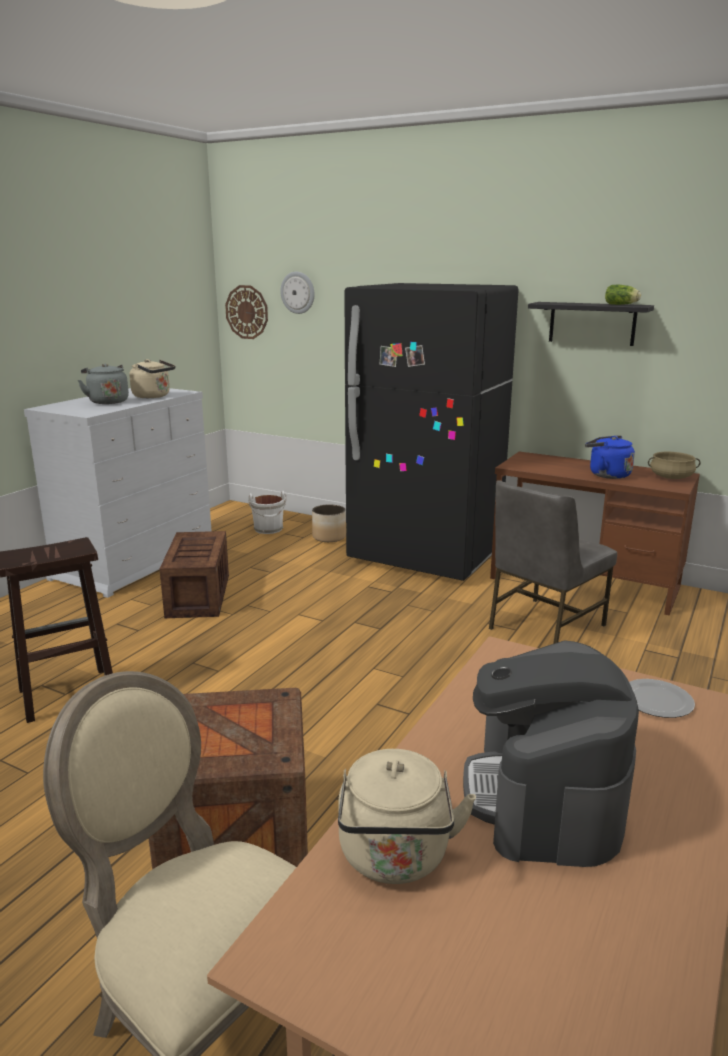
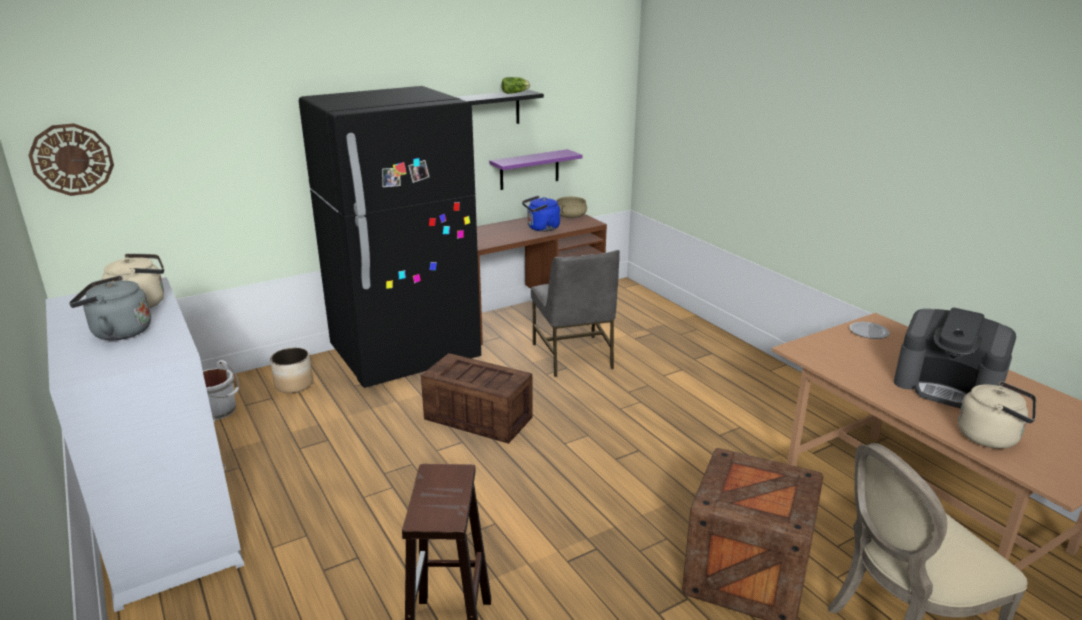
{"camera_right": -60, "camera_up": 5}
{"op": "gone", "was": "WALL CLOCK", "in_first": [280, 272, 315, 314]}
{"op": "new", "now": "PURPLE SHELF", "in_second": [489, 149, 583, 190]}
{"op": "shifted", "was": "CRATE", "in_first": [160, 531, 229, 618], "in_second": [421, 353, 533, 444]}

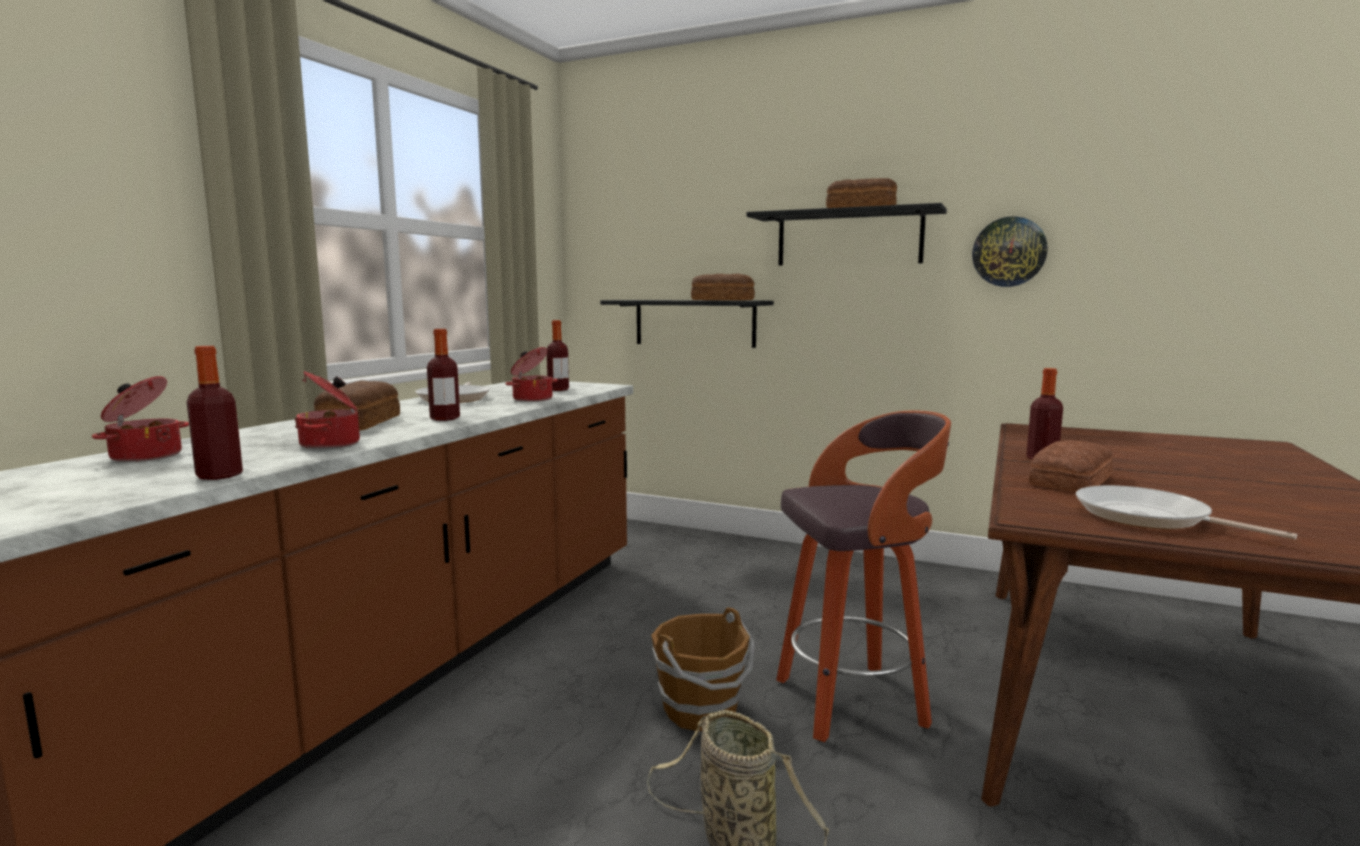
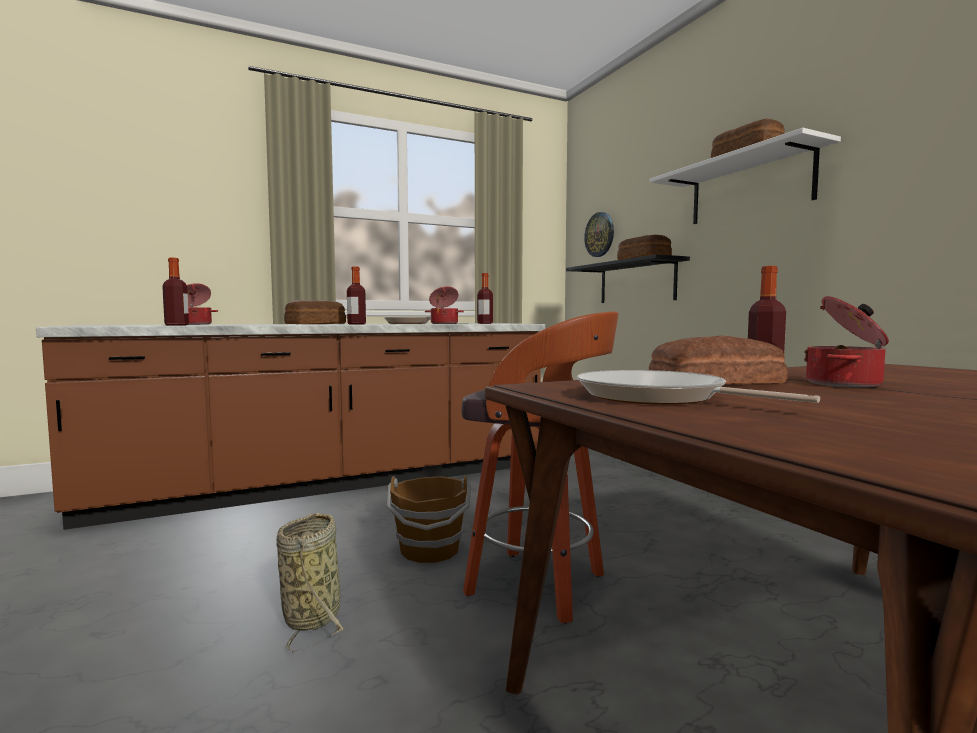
{"camera_right": 40, "camera_up": -5}
{"op": "shifted", "was": "COOKING POT", "in_first": [294, 371, 360, 449], "in_second": [804, 296, 889, 388]}
{"op": "shifted", "was": "WALL CLOCK", "in_first": [972, 216, 1048, 287], "in_second": [584, 212, 614, 257]}
{"op": "repainted", "was": "BLACK SHELF", "now": "WHITE SHELF", "in_first": [746, 203, 947, 266], "in_second": [650, 128, 841, 224]}
{"op": "rotated", "was": "FRYING PAN", "in_first": [1076, 485, 1297, 539], "in_second": [577, 370, 820, 405], "clockwise": -45}

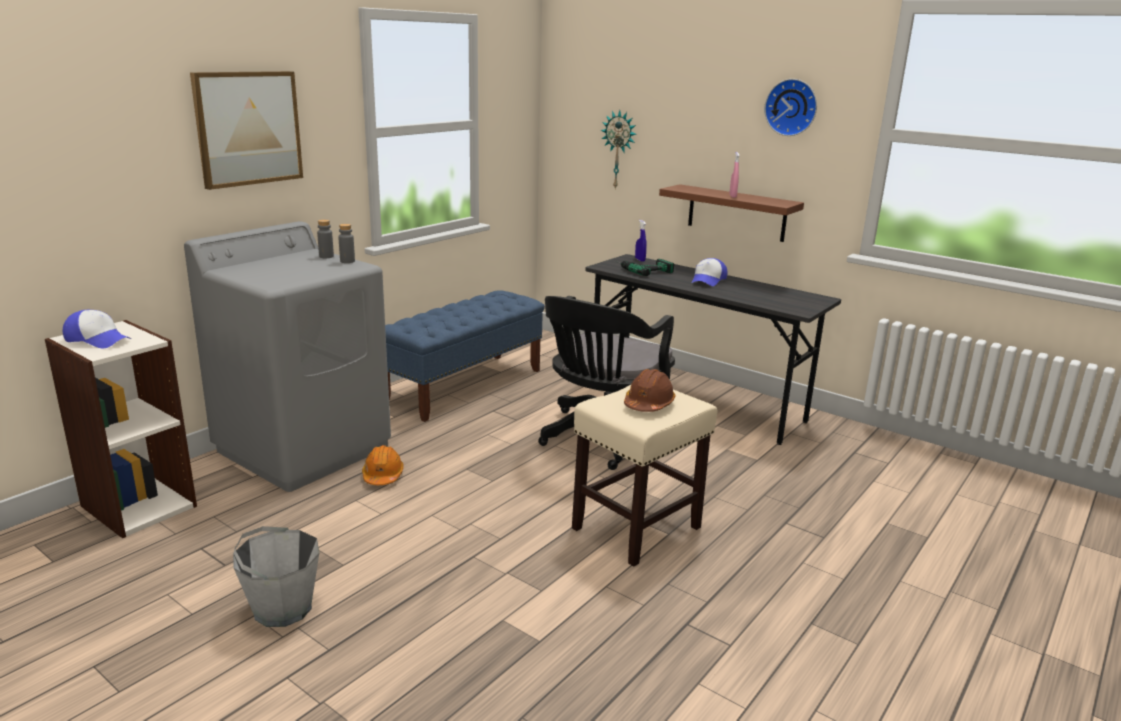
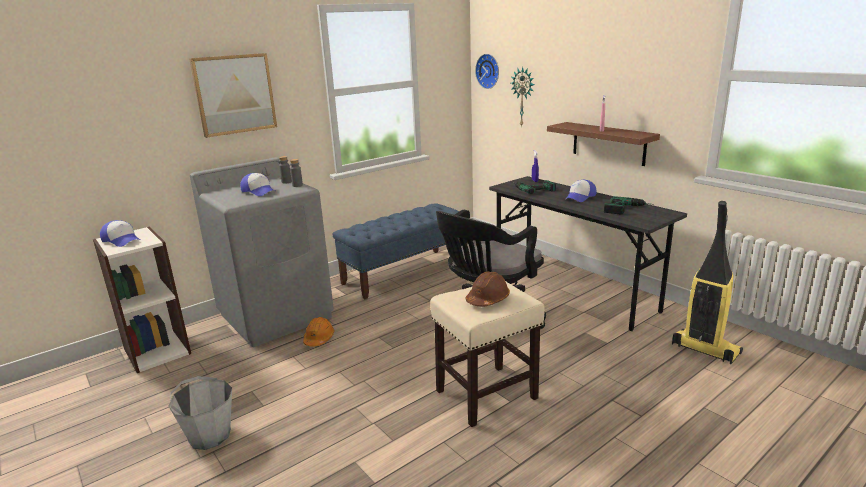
{"camera_right": 15, "camera_up": 0}
{"op": "new", "now": "CAP", "in_second": [240, 173, 277, 196]}
{"op": "new", "now": "POWER DRILL", "in_second": [604, 196, 655, 215]}
{"op": "new", "now": "VACUUM CLEANER", "in_second": [672, 201, 743, 364]}
{"op": "shifted", "was": "WALL CLOCK", "in_first": [764, 79, 817, 136], "in_second": [475, 54, 499, 89]}

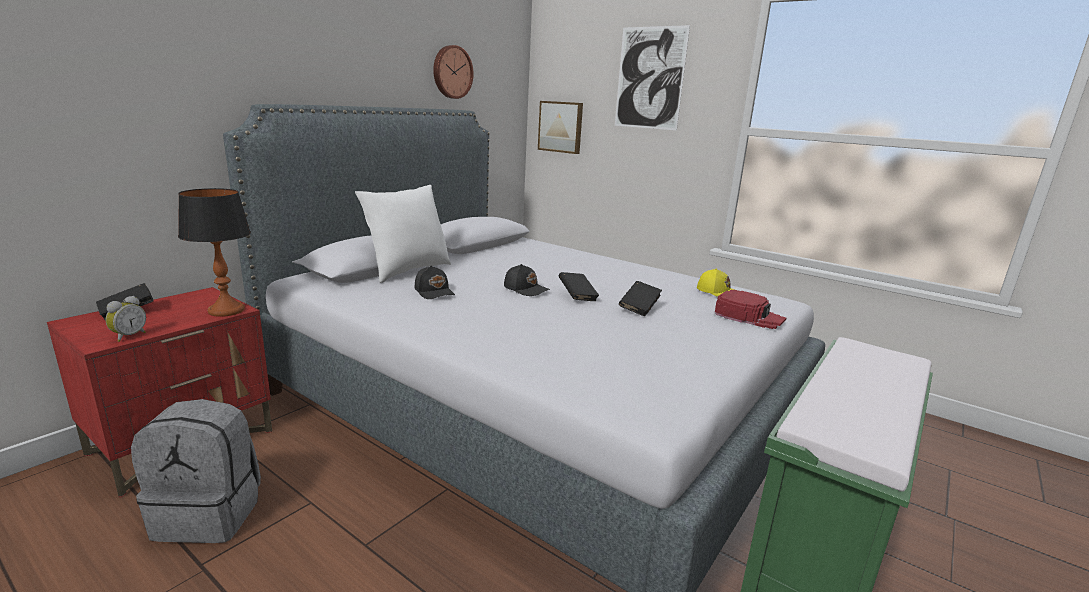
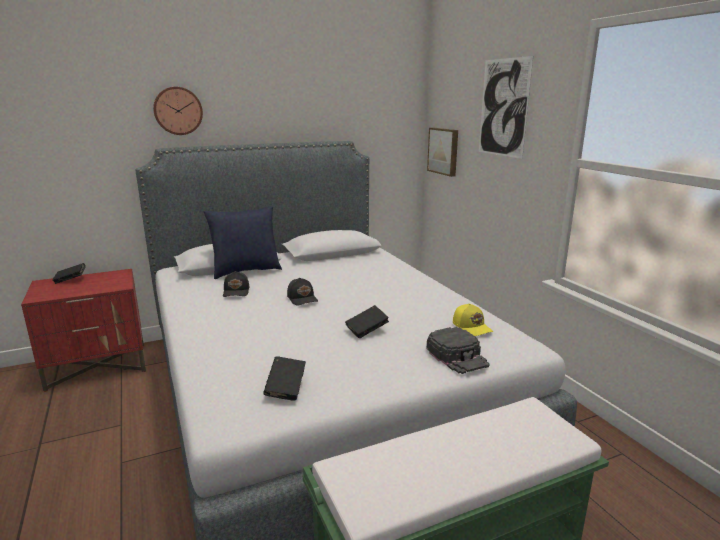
{"camera_right": 30, "camera_up": 0}
{"op": "gone", "was": "ALARM CLOCK", "in_first": [106, 296, 146, 342]}
{"op": "gone", "was": "GREY BACKPACK", "in_first": [131, 399, 261, 543]}
{"op": "gone", "was": "TABLE LAMP", "in_first": [178, 188, 251, 317]}
{"op": "shifted", "was": "WALL CLOCK", "in_first": [433, 45, 474, 99], "in_second": [153, 87, 203, 135]}
{"op": "shifted", "was": "BLACK BOOK", "in_first": [559, 272, 599, 301], "in_second": [263, 356, 306, 401]}
{"op": "repainted", "was": "WHITE PILLOW", "now": "BLUE PILLOW", "in_first": [355, 185, 451, 283], "in_second": [203, 206, 282, 279]}
{"op": "repainted", "was": "RED CAP", "now": "BLACK CAP", "in_first": [715, 290, 786, 329], "in_second": [427, 327, 490, 374]}

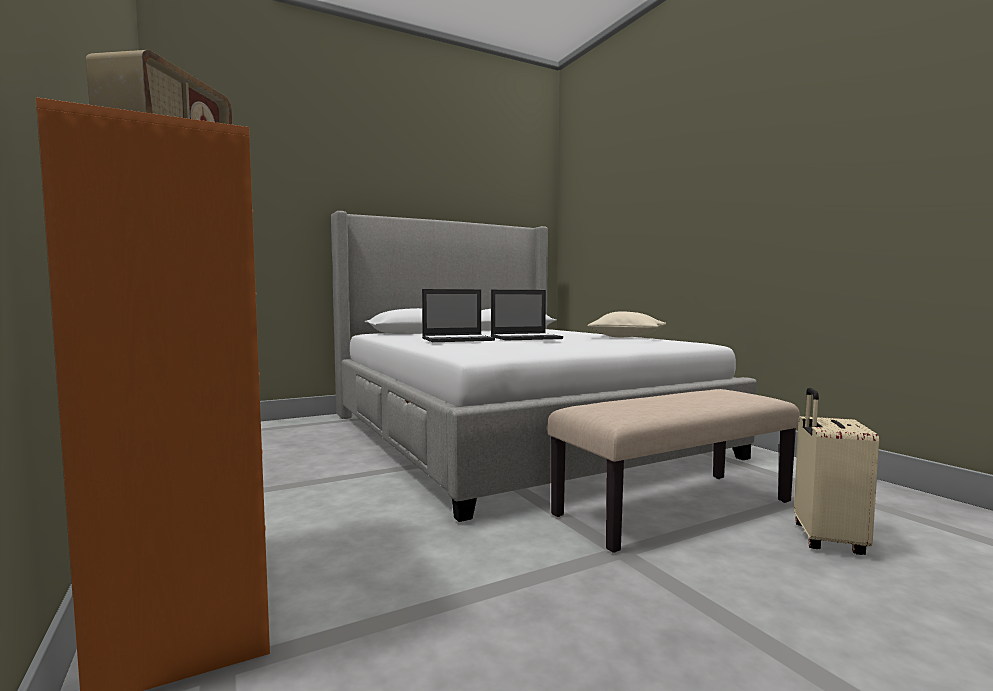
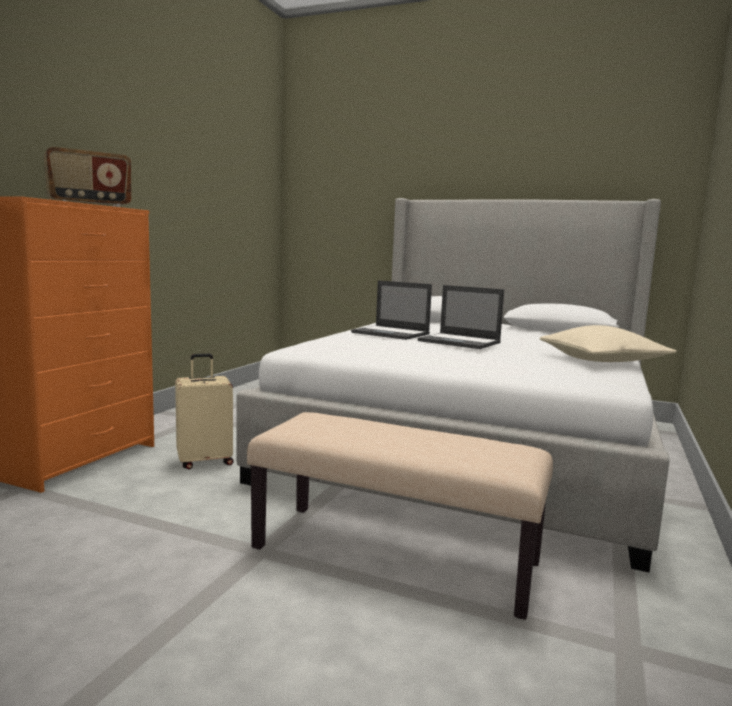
{"camera_right": 50, "camera_up": 5}
{"op": "shifted", "was": "BEIGE SUITCASE", "in_first": [794, 388, 879, 555], "in_second": [175, 354, 234, 469]}

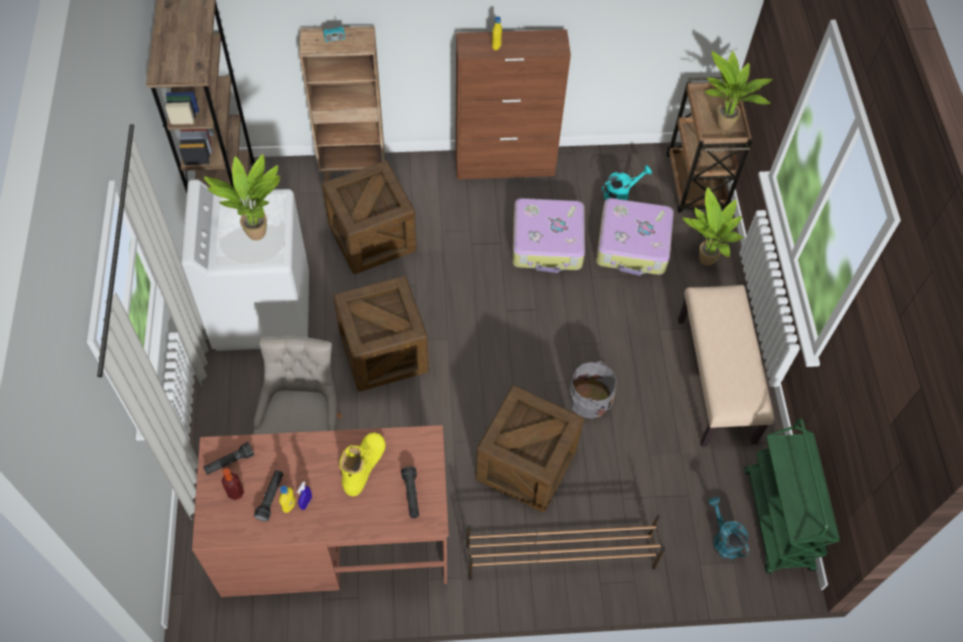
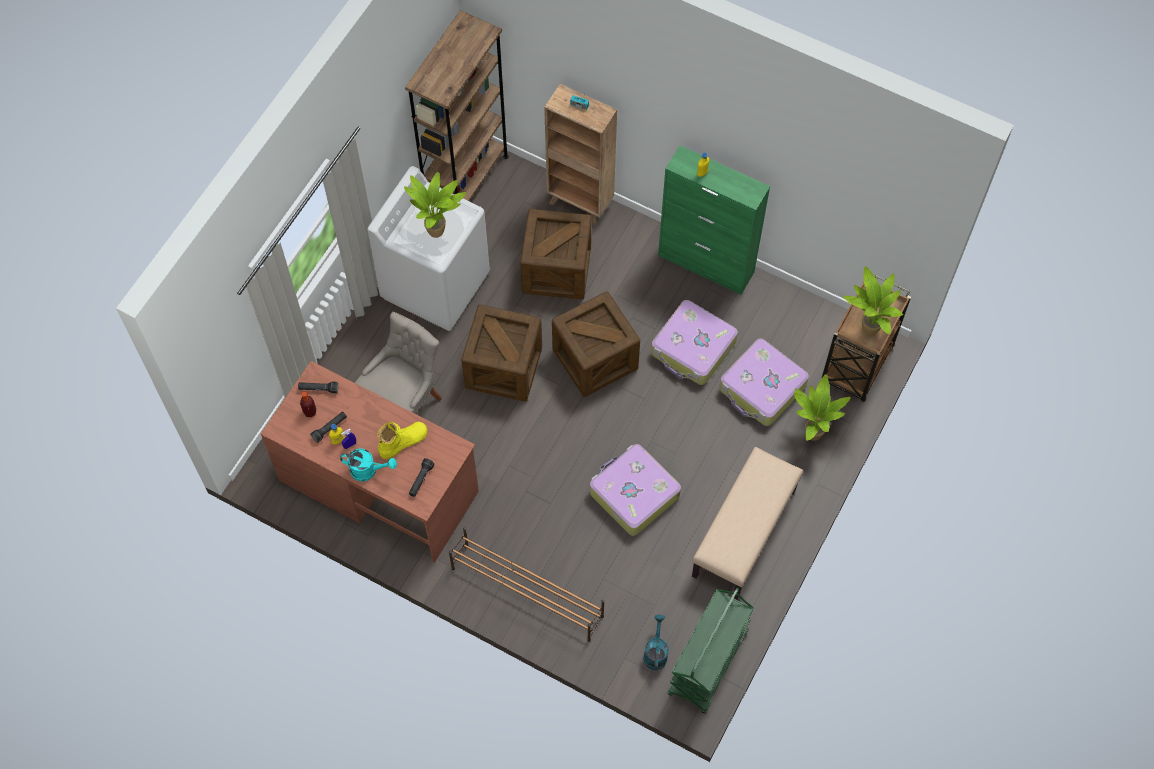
{"camera_right": 35, "camera_up": 5}
{"op": "shifted", "was": "CRATE", "in_first": [476, 385, 584, 513], "in_second": [552, 291, 640, 397]}
{"op": "shifted", "was": "TURQUOISE WATERING CAN", "in_first": [602, 165, 652, 200], "in_second": [340, 448, 397, 482]}
{"op": "swapped", "was": "GREY BUCKET", "now": "SUITCASE", "in_first": [570, 361, 617, 419], "in_second": [590, 444, 681, 536]}
{"op": "repainted", "was": "BROWN CABINET", "now": "GREEN CABINET", "in_first": [455, 29, 571, 180], "in_second": [658, 145, 770, 294]}

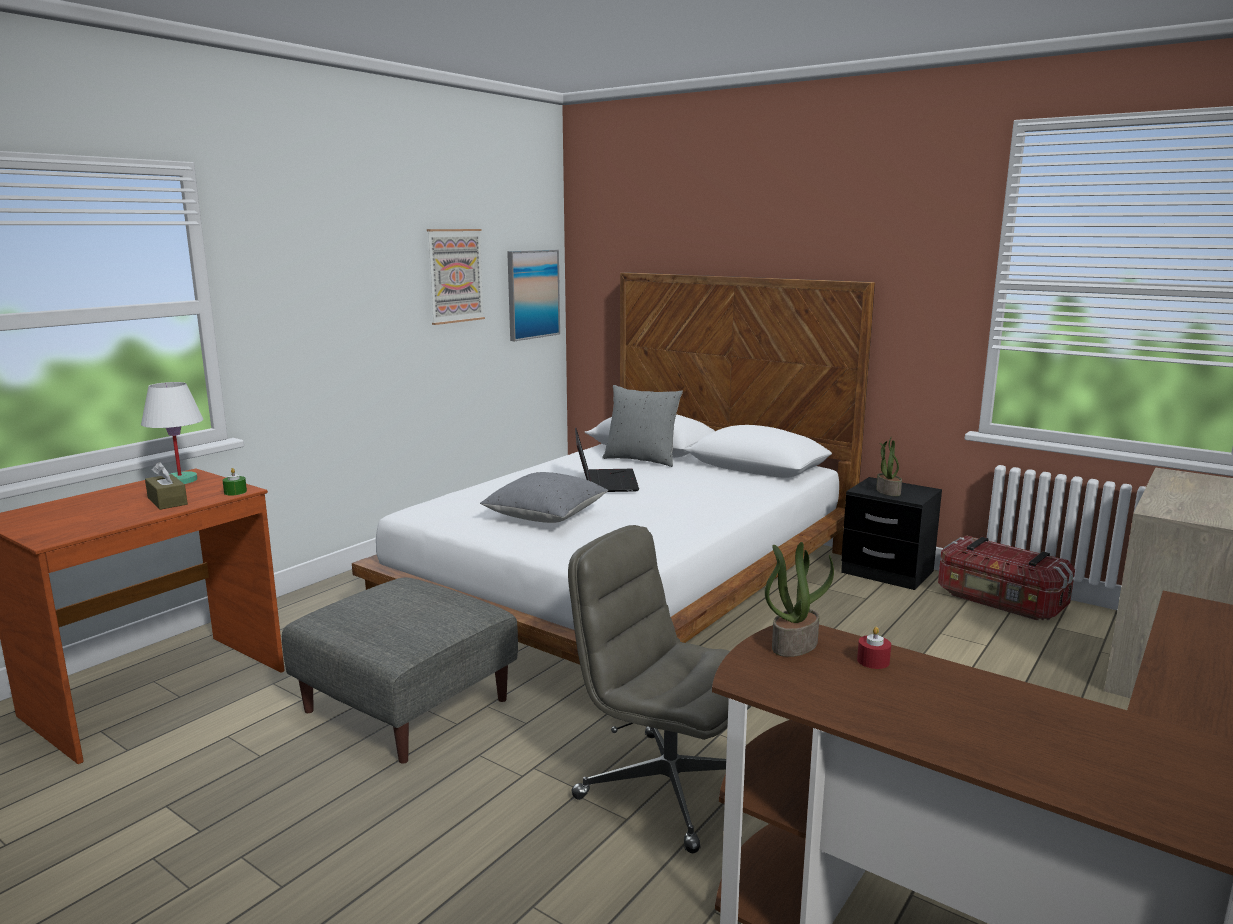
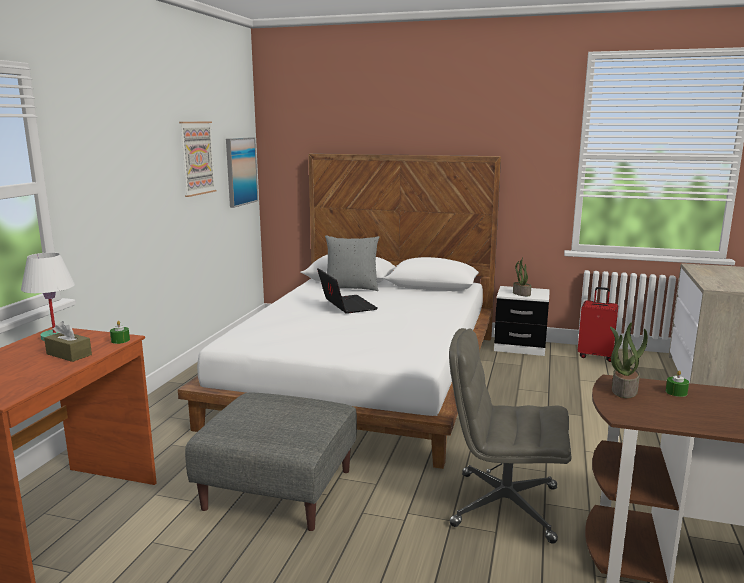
{"camera_right": -20, "camera_up": 0}
{"op": "gone", "was": "GREY PILLOW", "in_first": [480, 472, 608, 523]}
{"op": "swapped", "was": "STORAGE BOX", "now": "RED SUITCASE", "in_first": [938, 535, 1075, 620], "in_second": [578, 287, 618, 362]}
{"op": "repainted", "was": "BLACK NIGHTSTAND", "now": "WHITE NIGHTSTAND", "in_first": [841, 477, 942, 590], "in_second": [494, 286, 550, 356]}
{"op": "repainted", "was": "RED CANDLE", "now": "GREEN CANDLE", "in_first": [857, 627, 891, 669], "in_second": [666, 370, 689, 397]}

